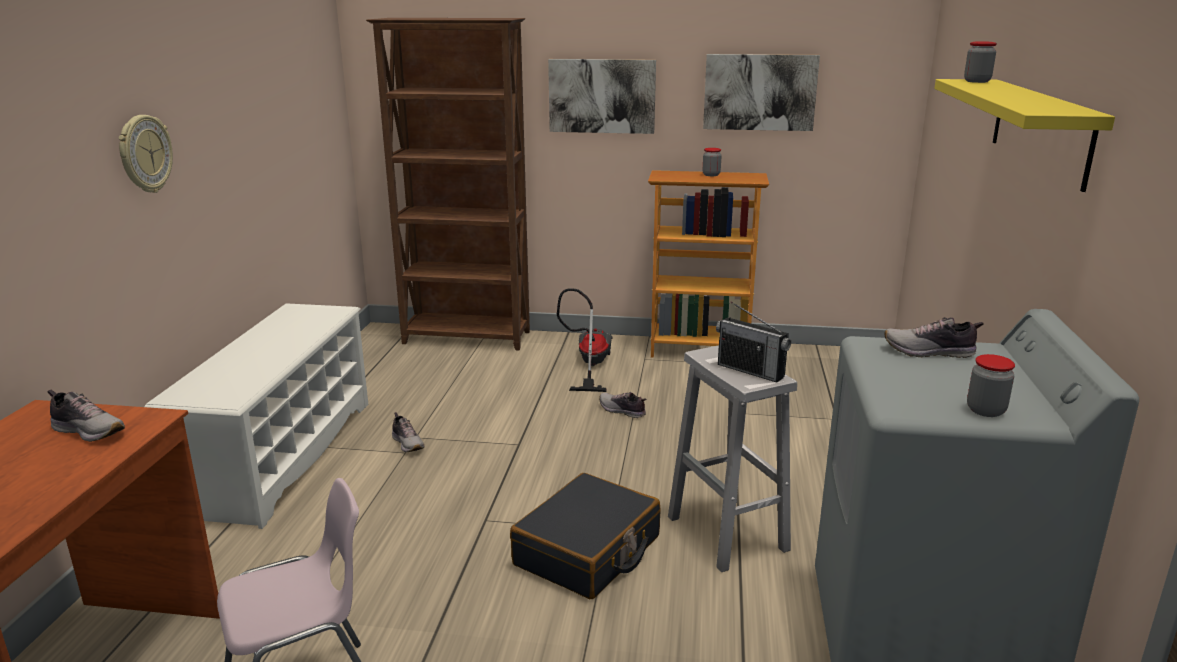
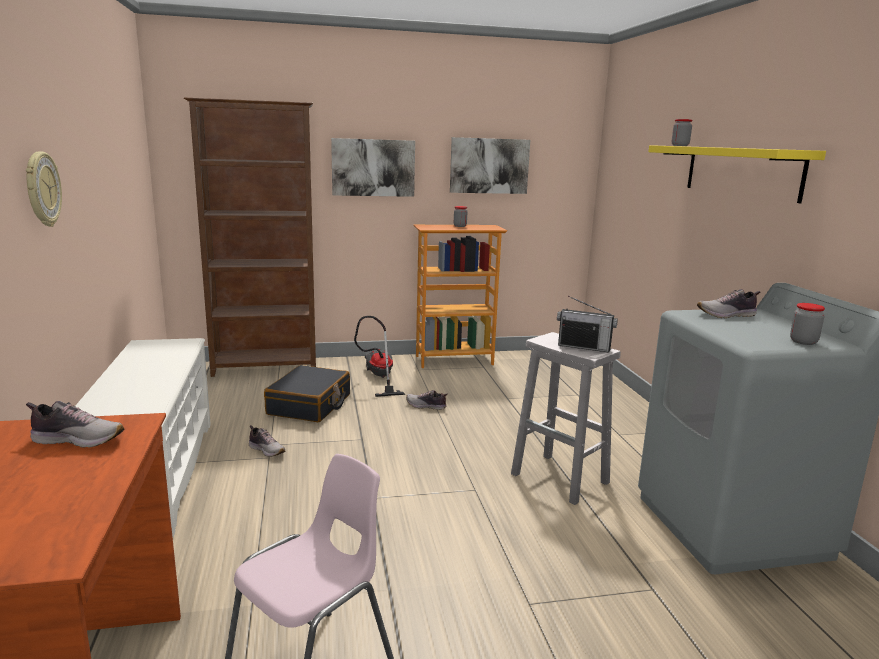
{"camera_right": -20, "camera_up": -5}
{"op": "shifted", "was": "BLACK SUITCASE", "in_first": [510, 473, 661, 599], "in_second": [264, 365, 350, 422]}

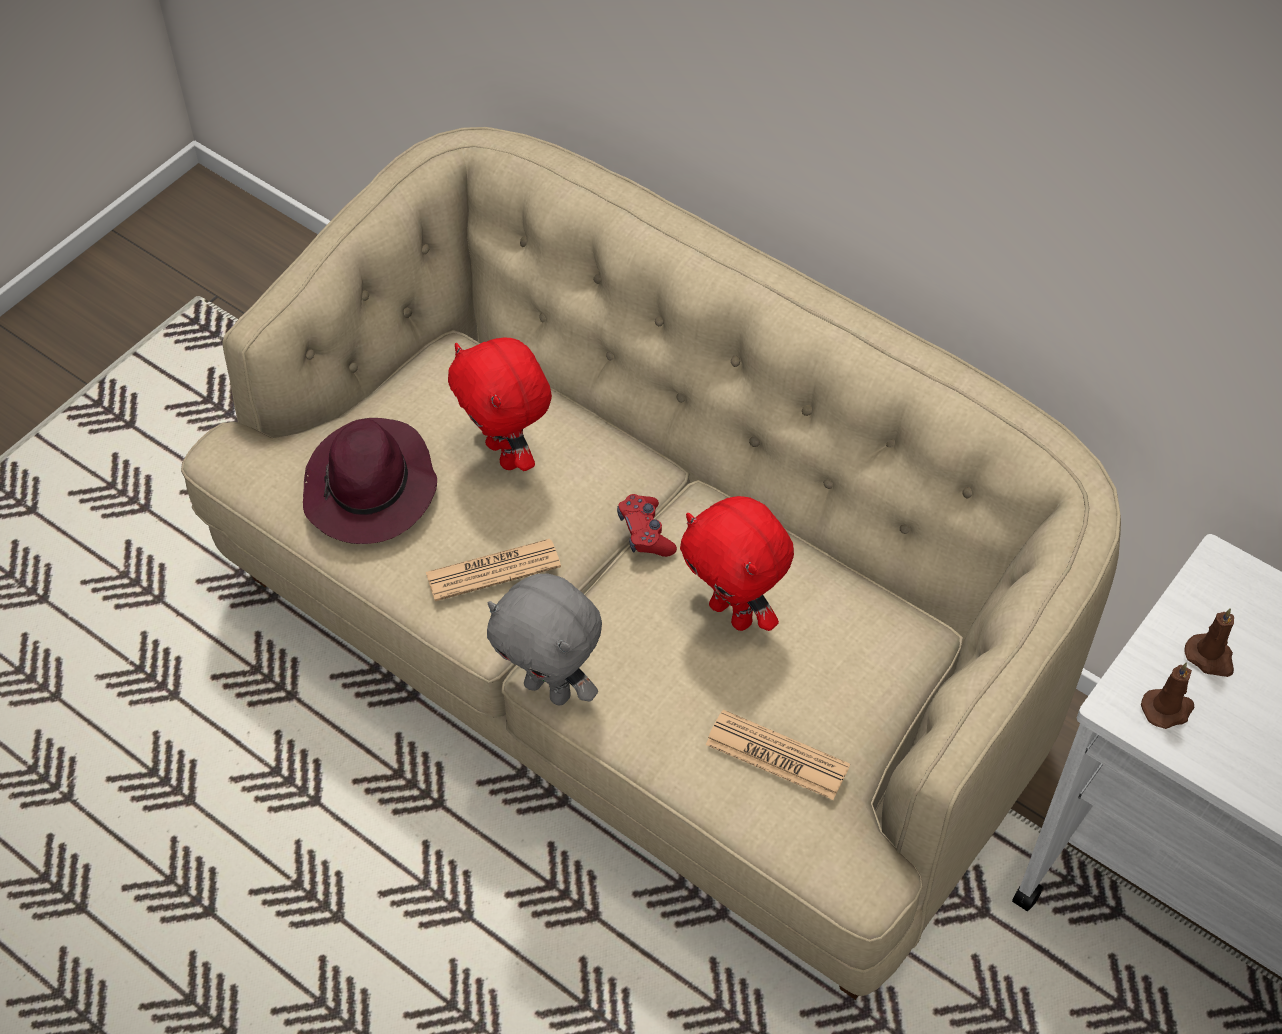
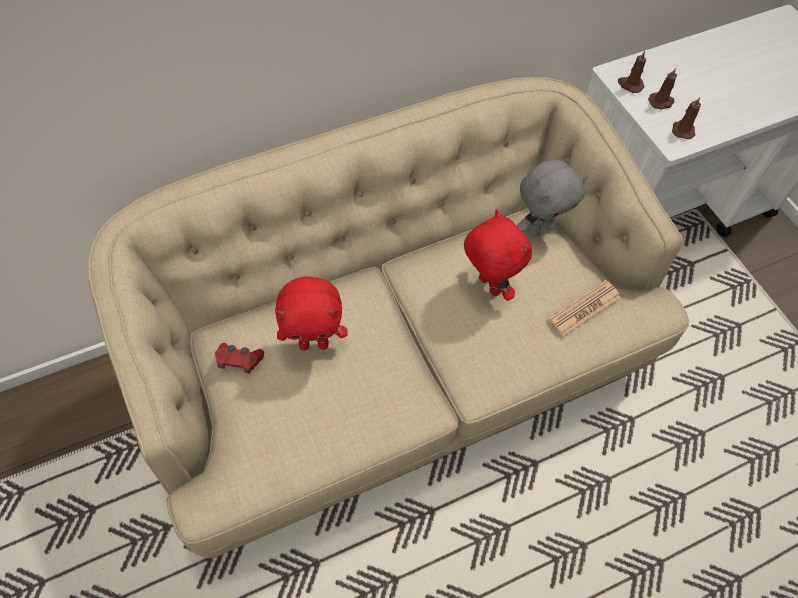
{"camera_right": -65, "camera_up": 5}
{"op": "gone", "was": "PURPLE HAT", "in_first": [303, 418, 437, 544]}
{"op": "gone", "was": "NEWSPAPER", "in_first": [426, 539, 561, 601]}
{"op": "new", "now": "BROWN CANDLE", "in_second": [618, 51, 646, 93]}
{"op": "shifted", "was": "GREY PLUSH TOY", "in_first": [487, 573, 602, 705], "in_second": [517, 160, 588, 237]}
{"op": "shifted", "was": "RED GAME CONTROLLER", "in_first": [617, 494, 677, 557], "in_second": [215, 343, 264, 373]}
{"op": "rotated", "was": "RED PLUSH TOY", "in_first": [680, 496, 794, 631], "in_second": [464, 209, 532, 301], "clockwise": -105}

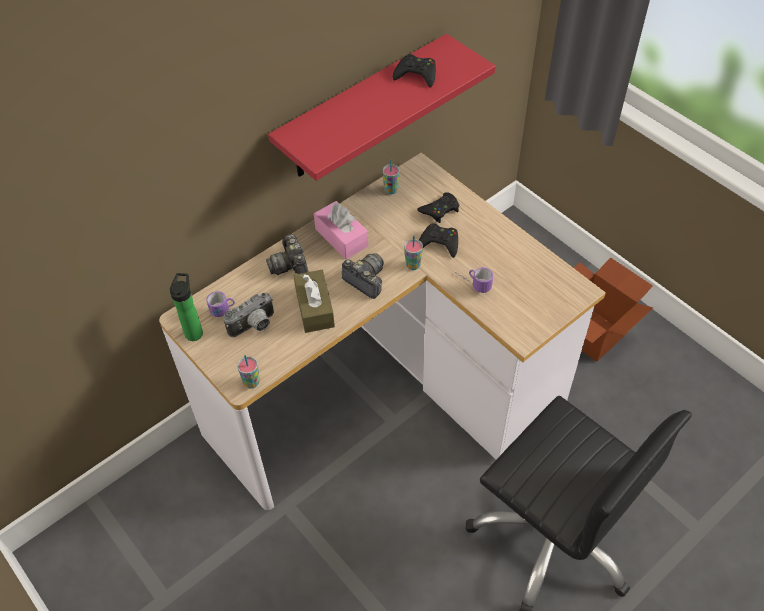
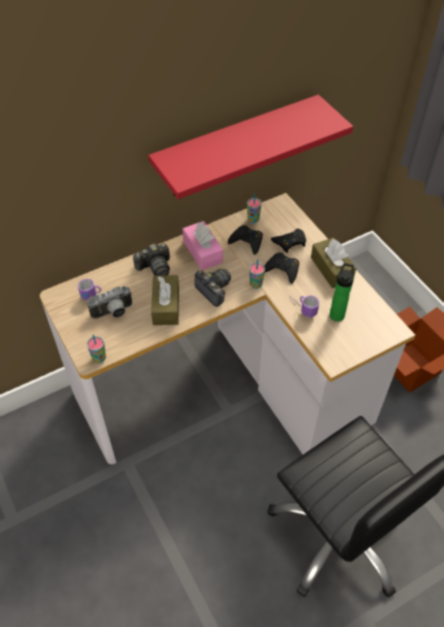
{"camera_right": 10, "camera_up": 0}
{"op": "new", "now": "BROWN TISSUE BOX", "in_second": [311, 238, 356, 288]}
{"op": "shifted", "was": "BOTTLE", "in_first": [170, 273, 203, 341], "in_second": [330, 263, 354, 322]}
{"op": "shifted", "was": "BLACK GAME CONTROLLER", "in_first": [393, 54, 436, 87], "in_second": [228, 225, 263, 255]}
{"op": "rotated", "was": "PHOTO CAMERA", "in_first": [266, 234, 309, 275], "in_second": [133, 243, 170, 276], "clockwise": -105}

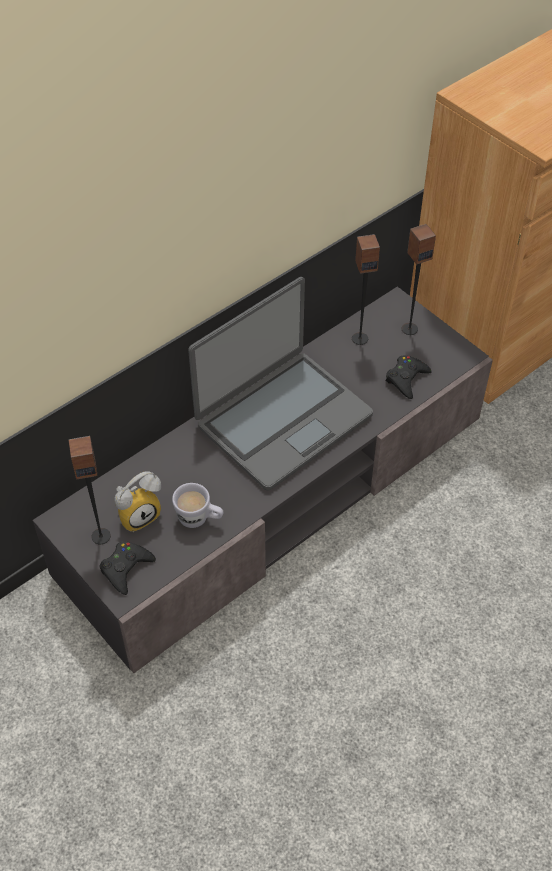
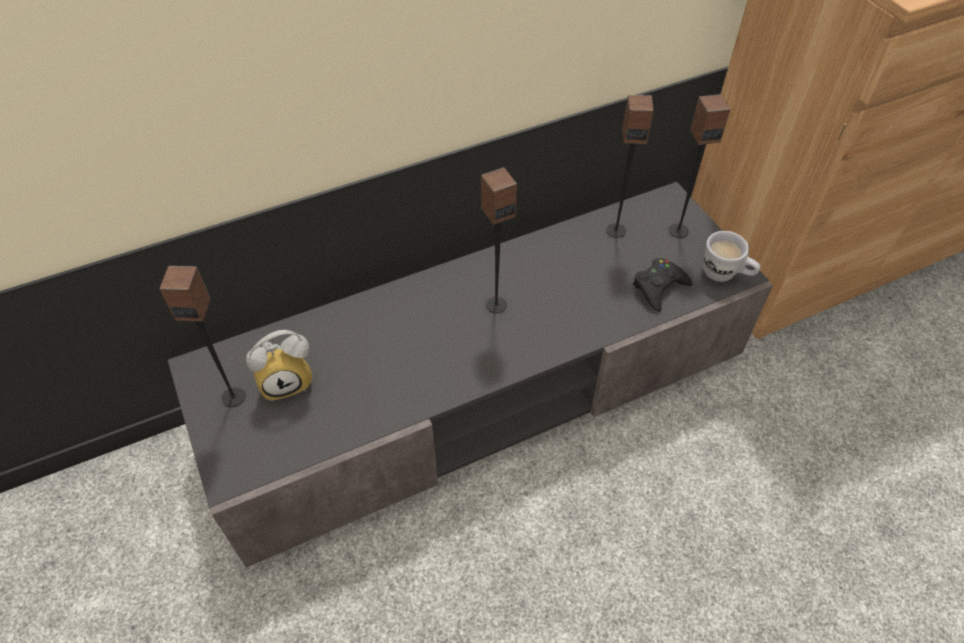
{"camera_right": 15, "camera_up": 0}
{"op": "gone", "was": "BLACK GAME CONTROLLER", "in_first": [99, 541, 156, 595]}
{"op": "shifted", "was": "WHITE MUG", "in_first": [172, 483, 224, 528], "in_second": [703, 231, 760, 282]}
{"op": "swapped", "was": "LAPTOP", "now": "SPEAKER", "in_first": [188, 277, 373, 490], "in_second": [481, 167, 517, 313]}

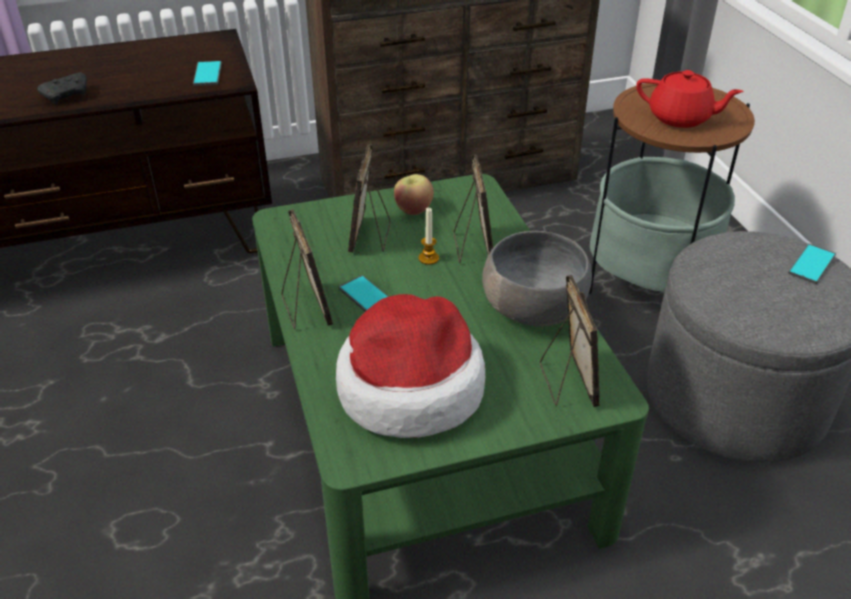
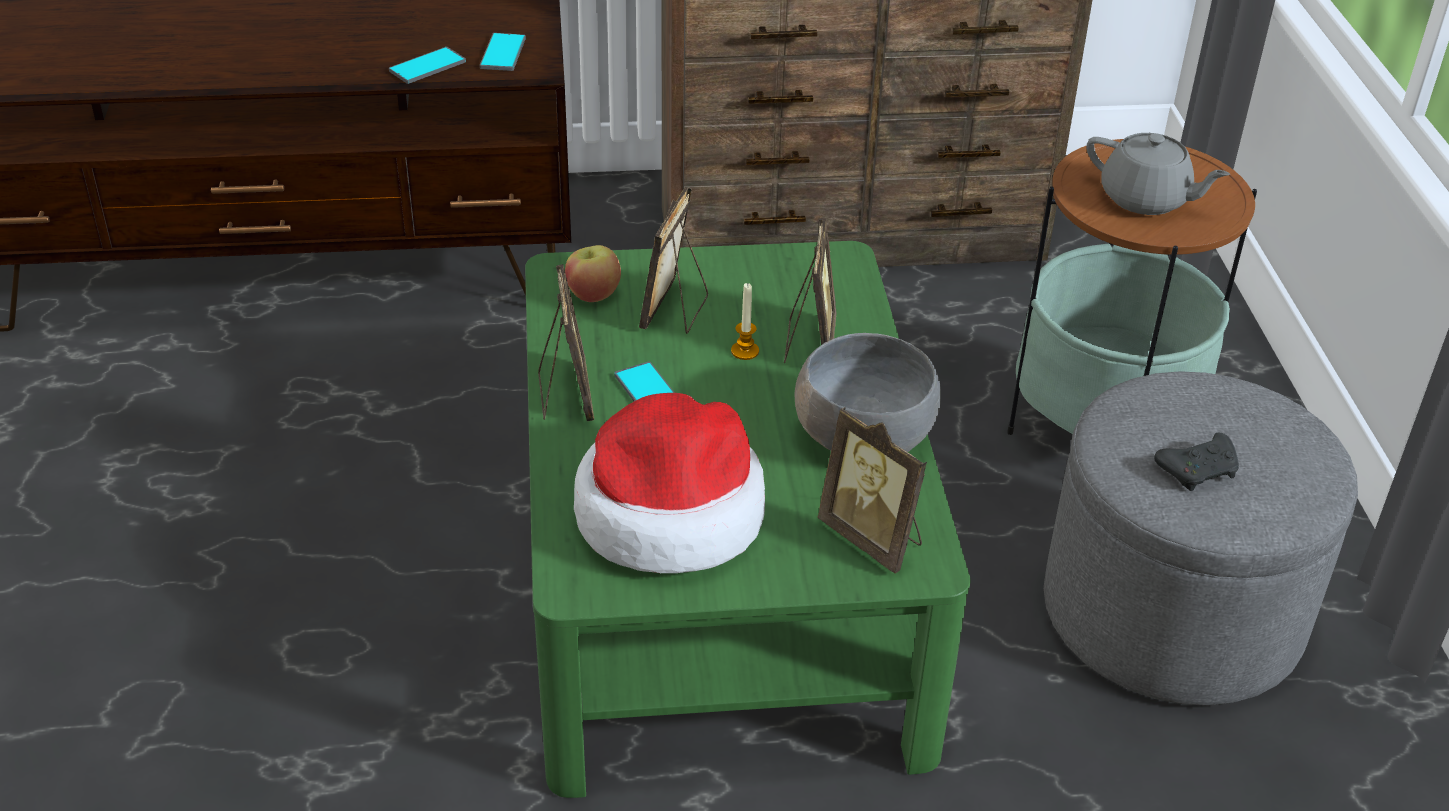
{"camera_right": 10, "camera_up": 0}
{"op": "shifted", "was": "BLACK GAME CONTROLLER", "in_first": [37, 73, 87, 104], "in_second": [1154, 433, 1239, 491]}
{"op": "shifted", "was": "APPLE", "in_first": [394, 174, 434, 215], "in_second": [565, 245, 621, 302]}
{"op": "shifted", "was": "PHONE", "in_first": [788, 244, 836, 284], "in_second": [389, 47, 466, 84]}
{"op": "repainted", "was": "RED TEAPOT", "now": "GREY TEAPOT", "in_first": [636, 70, 744, 128], "in_second": [1087, 133, 1230, 215]}
{"op": "rotated", "was": "PICTURE FRAME", "in_first": [540, 275, 600, 407], "in_second": [818, 407, 927, 574], "clockwise": 135}

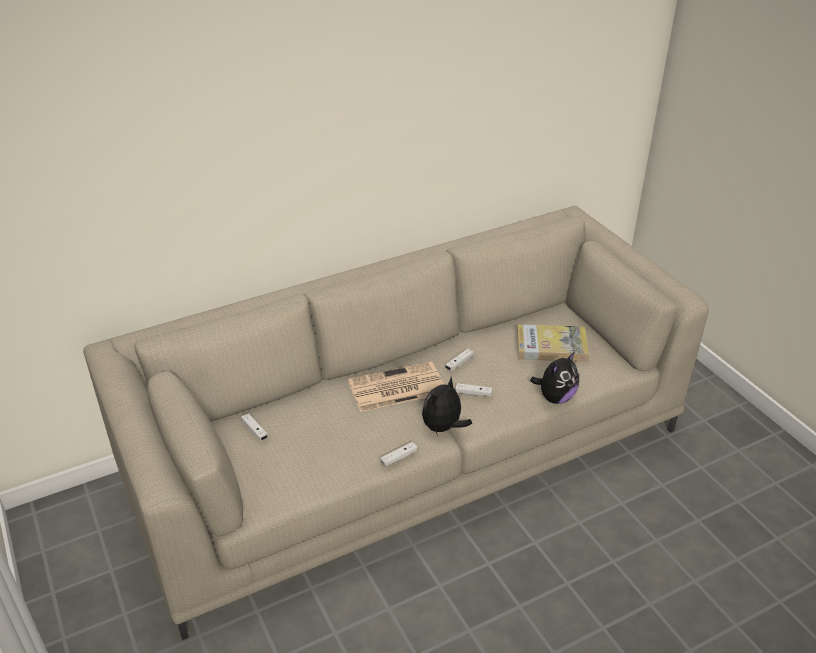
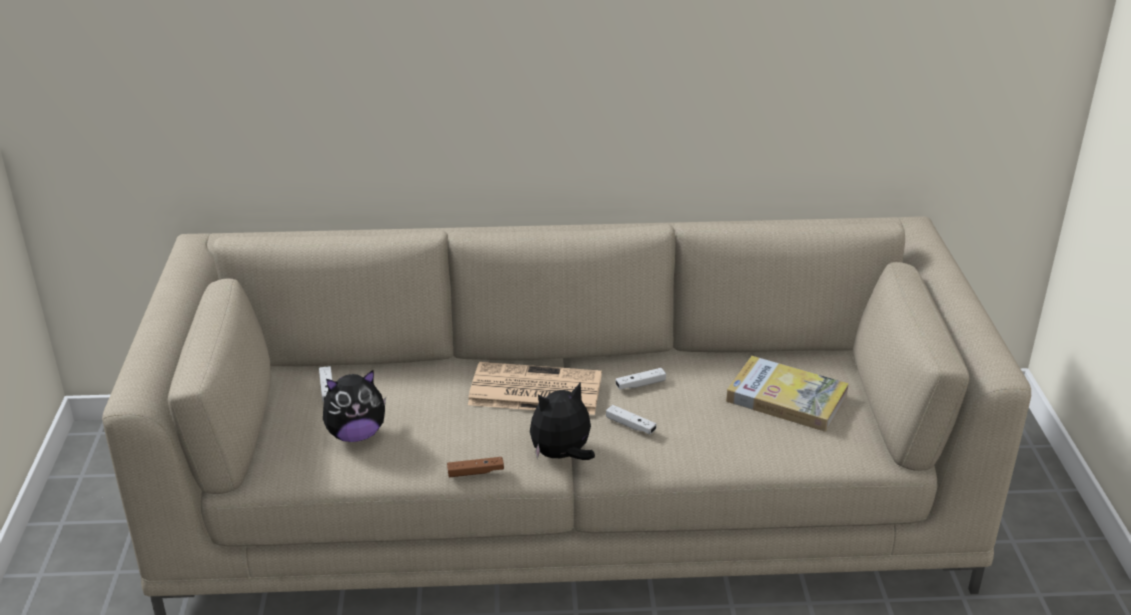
{"camera_right": 25, "camera_up": -5}
{"op": "shifted", "was": "PLUSH TOY", "in_first": [530, 352, 579, 404], "in_second": [323, 370, 386, 442]}
{"op": "repainted", "was": "WHITE GAME CONTROLLER", "now": "BROWN GAME CONTROLLER", "in_first": [380, 442, 417, 467], "in_second": [447, 457, 504, 477]}

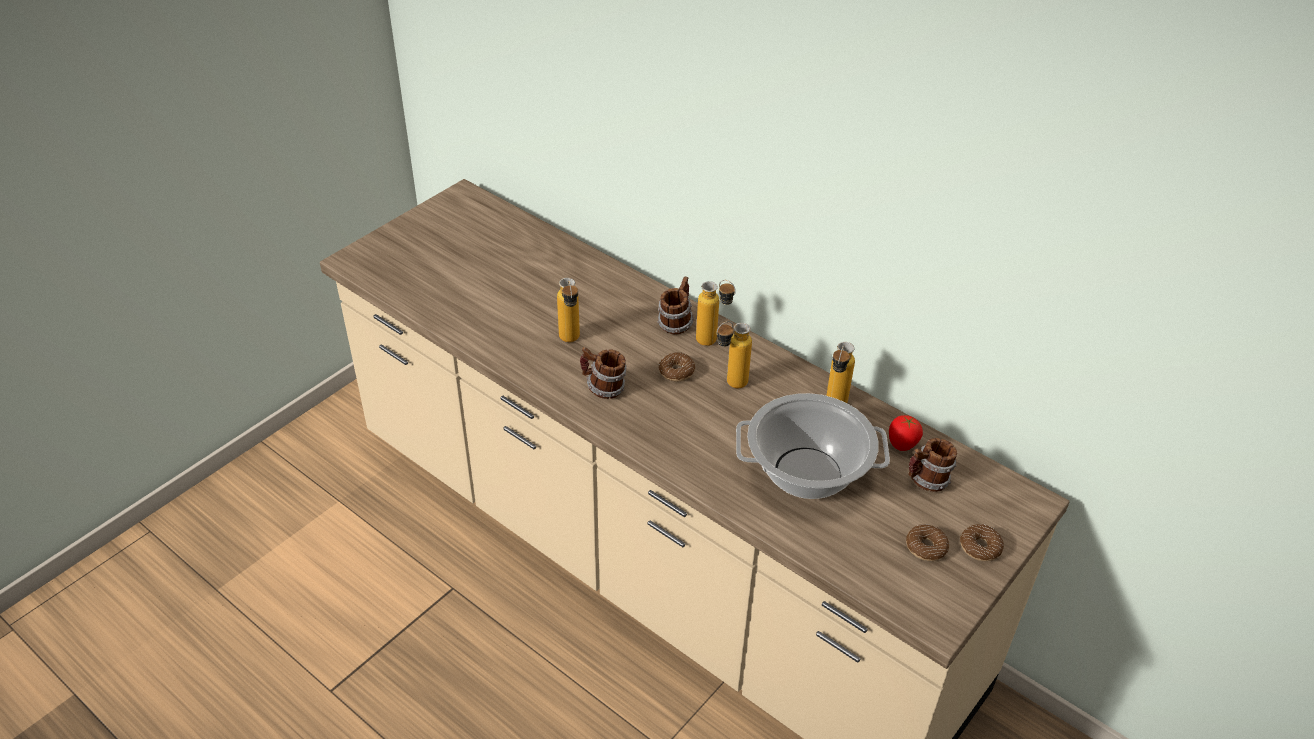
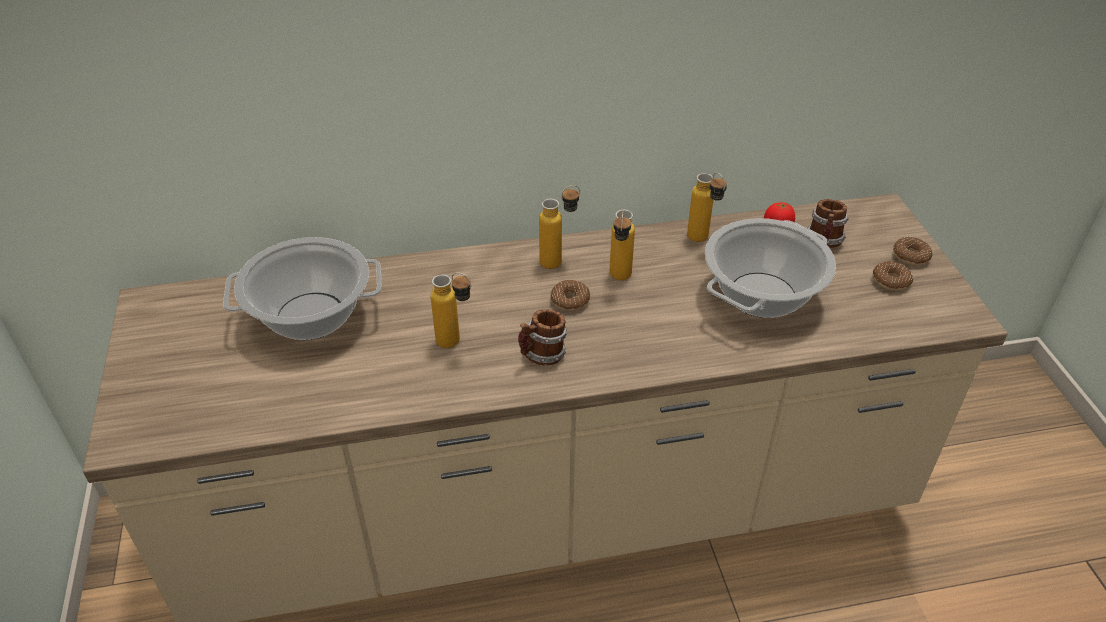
{"camera_right": -50, "camera_up": 0}
{"op": "gone", "was": "MUG", "in_first": [657, 276, 694, 334]}
{"op": "new", "now": "COOKING POT", "in_second": [223, 237, 382, 340]}

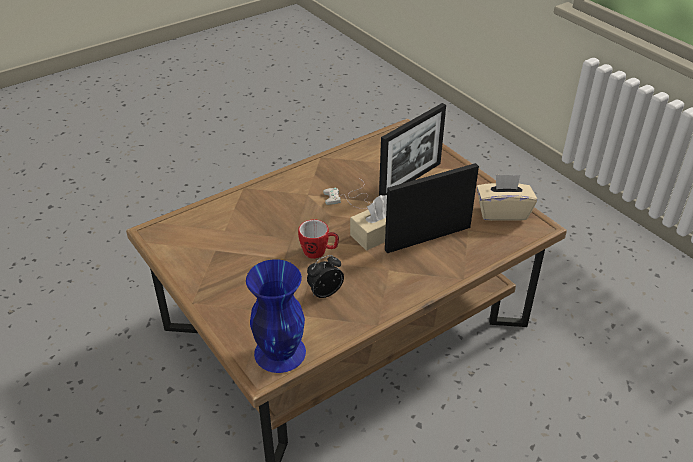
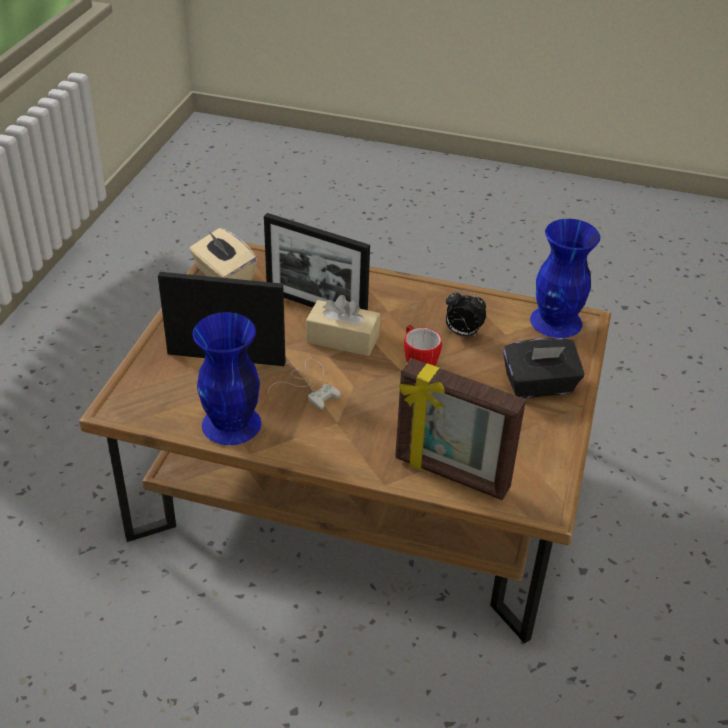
{"camera_right": -130, "camera_up": 0}
{"op": "new", "now": "BLUE VASE", "in_second": [193, 312, 261, 445]}
{"op": "new", "now": "PICTURE FRAME", "in_second": [395, 358, 526, 500]}
{"op": "new", "now": "BLACK TISSUE BOX", "in_second": [503, 338, 584, 398]}

